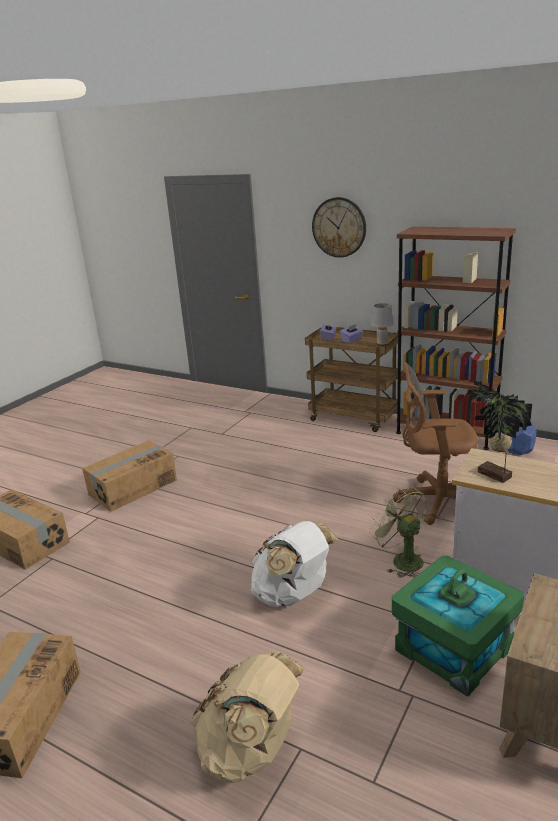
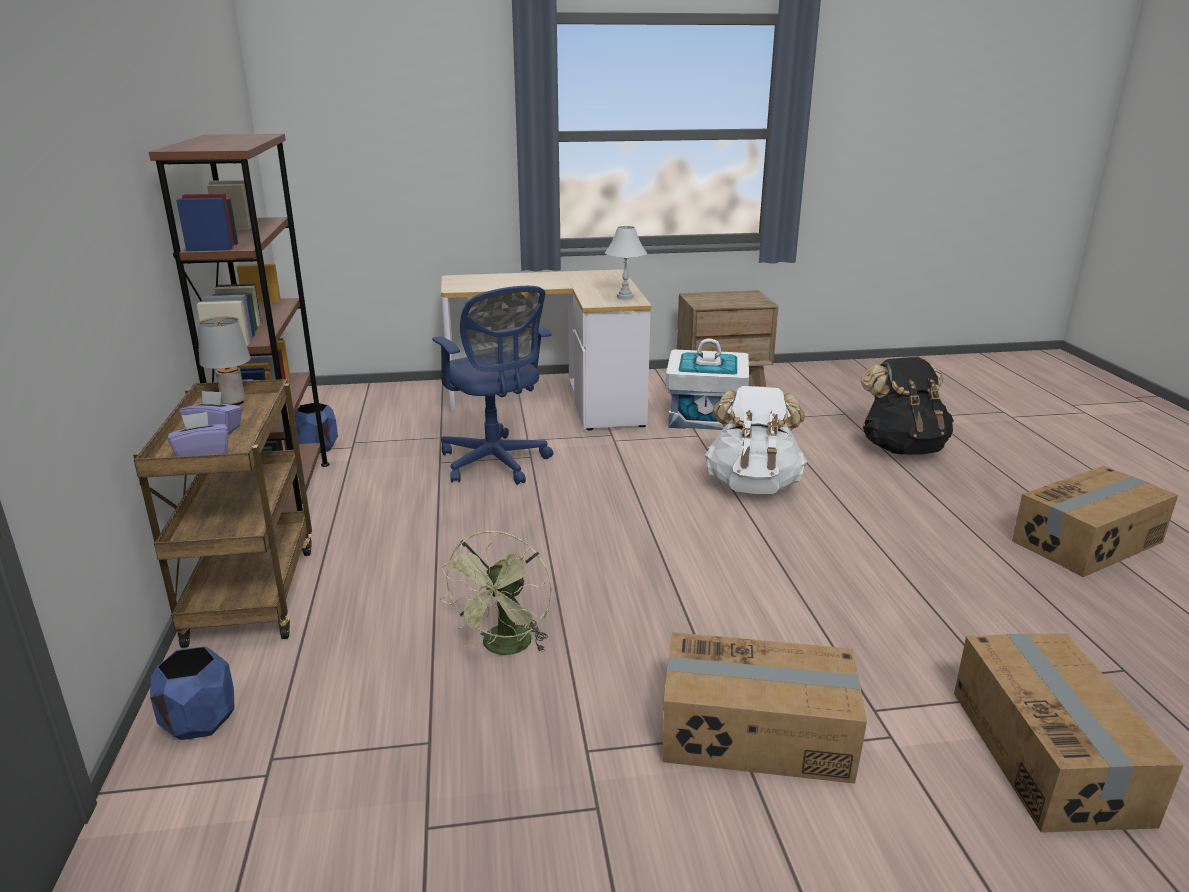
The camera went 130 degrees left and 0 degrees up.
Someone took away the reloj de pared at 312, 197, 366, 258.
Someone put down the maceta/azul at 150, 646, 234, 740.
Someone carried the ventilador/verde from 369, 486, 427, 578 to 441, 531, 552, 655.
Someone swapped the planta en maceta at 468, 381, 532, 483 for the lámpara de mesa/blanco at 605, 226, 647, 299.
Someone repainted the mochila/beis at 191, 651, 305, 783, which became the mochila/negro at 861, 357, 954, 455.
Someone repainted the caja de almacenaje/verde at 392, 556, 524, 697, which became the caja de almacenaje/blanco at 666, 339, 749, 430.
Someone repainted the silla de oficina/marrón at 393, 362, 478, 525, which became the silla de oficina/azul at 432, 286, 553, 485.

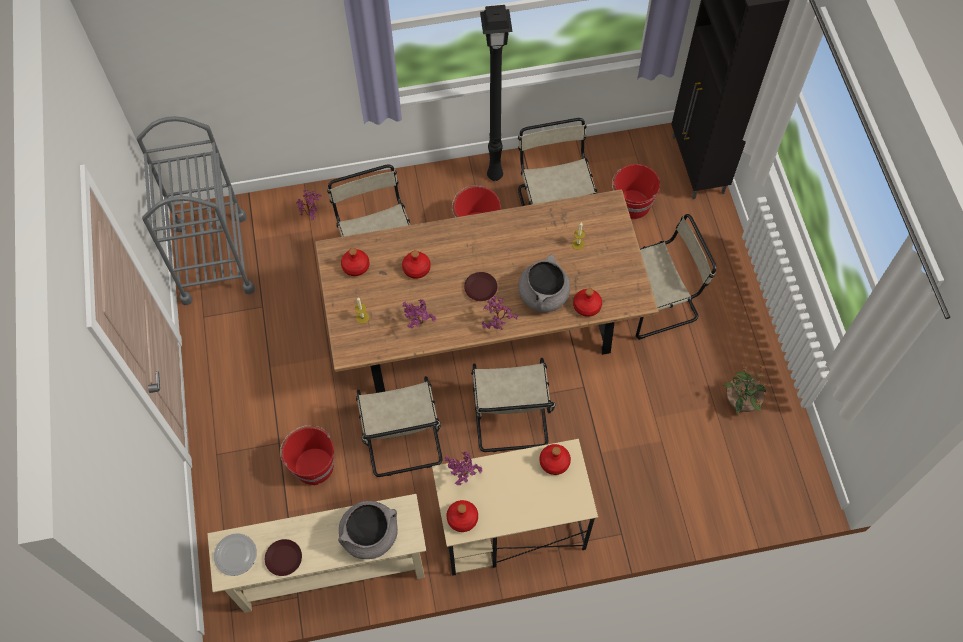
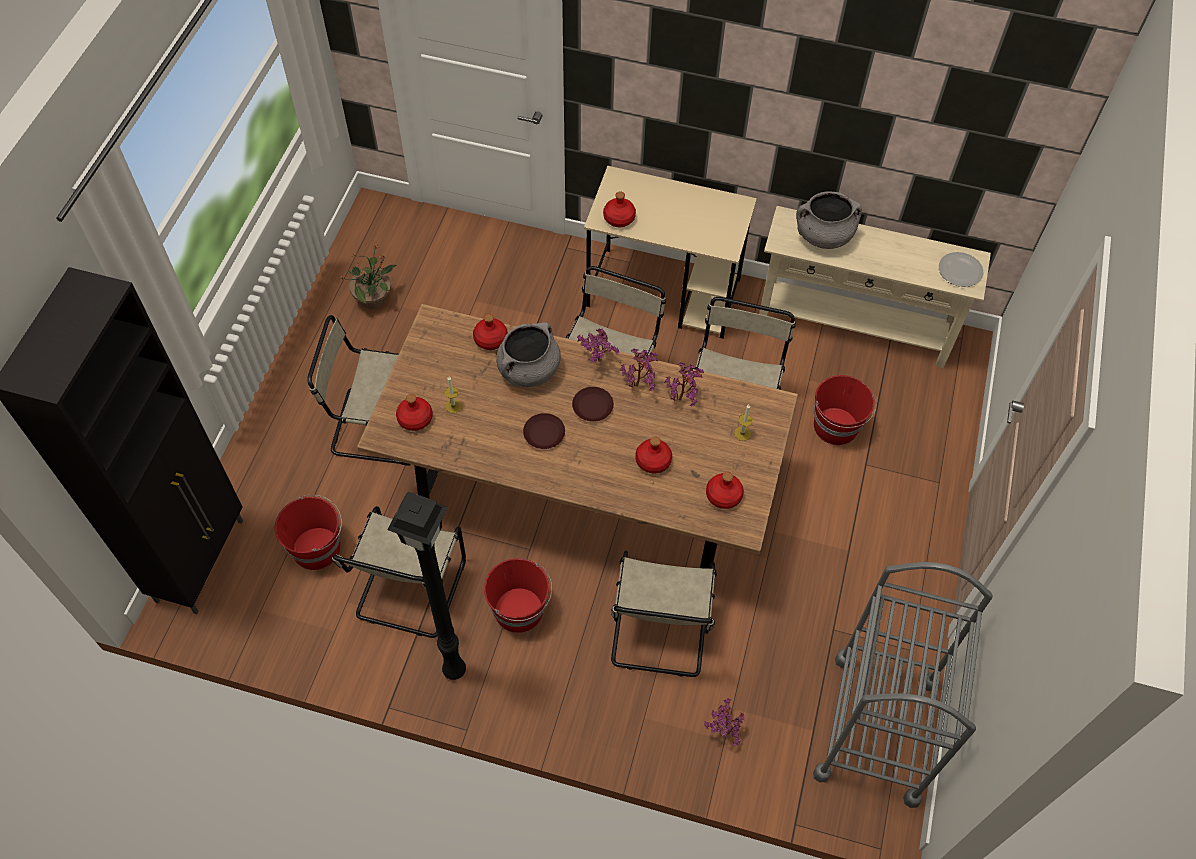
The camera went 155 degrees left and 5 degrees down.
Someone carried the plato/marrón from 265, 539, 302, 576 to 523, 413, 565, 449.
Someone carried the planta en maceta from 445, 451, 482, 485 to 619, 349, 658, 391.
Someone carried the botella/rojo from 447, 500, 478, 532 to 396, 394, 433, 431.

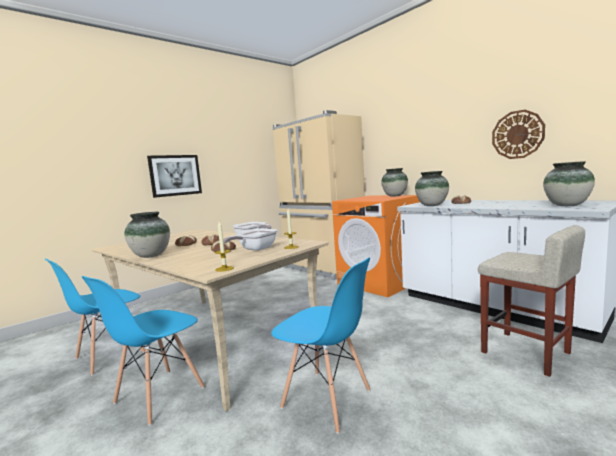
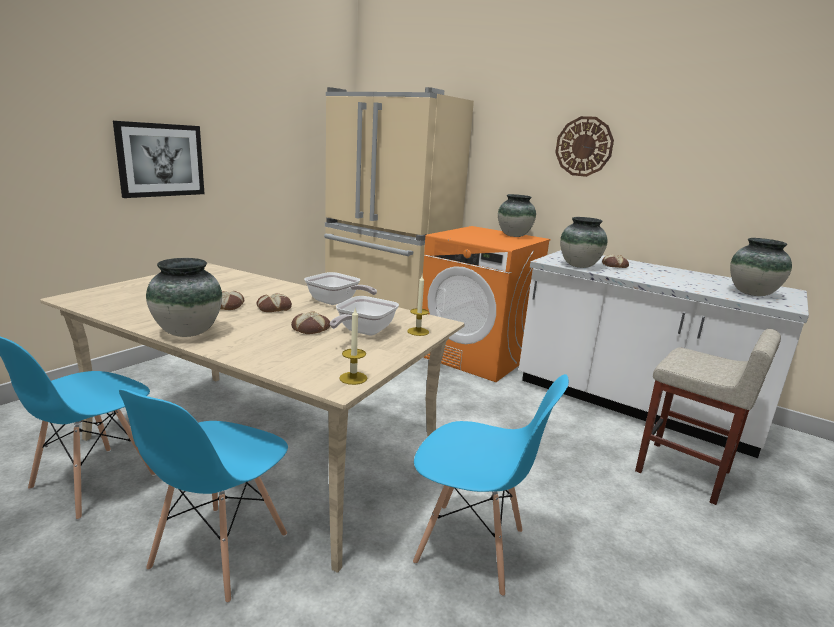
The camera went 15 degrees left and 10 degrees up.
Someone carried the reloj de pared from 492, 110, 545, 159 to 555, 116, 614, 177.

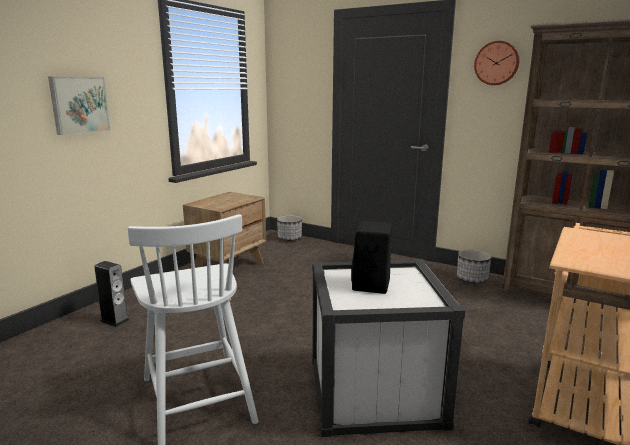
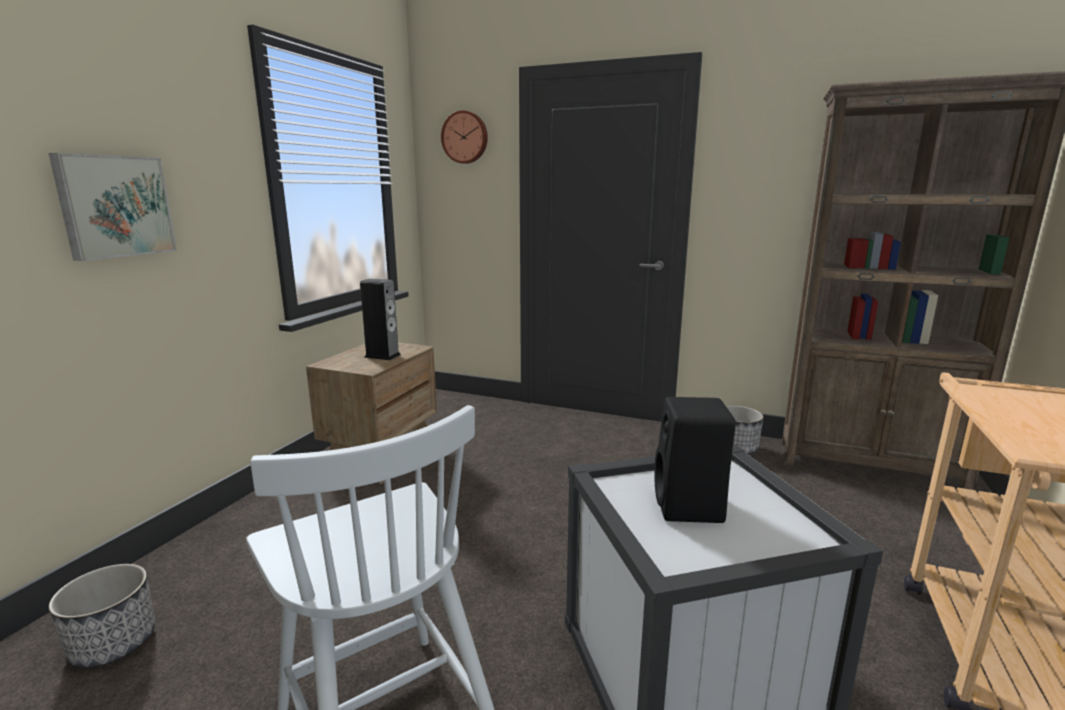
The camera went 10 degrees left and 0 degrees up.
Someone carried the altavoz from 94, 261, 129, 327 to 360, 279, 401, 360.
Someone carried the maceta from 277, 215, 302, 241 to 49, 564, 156, 668.
Someone carried the reloj de pared from 474, 41, 520, 85 to 441, 110, 488, 164.

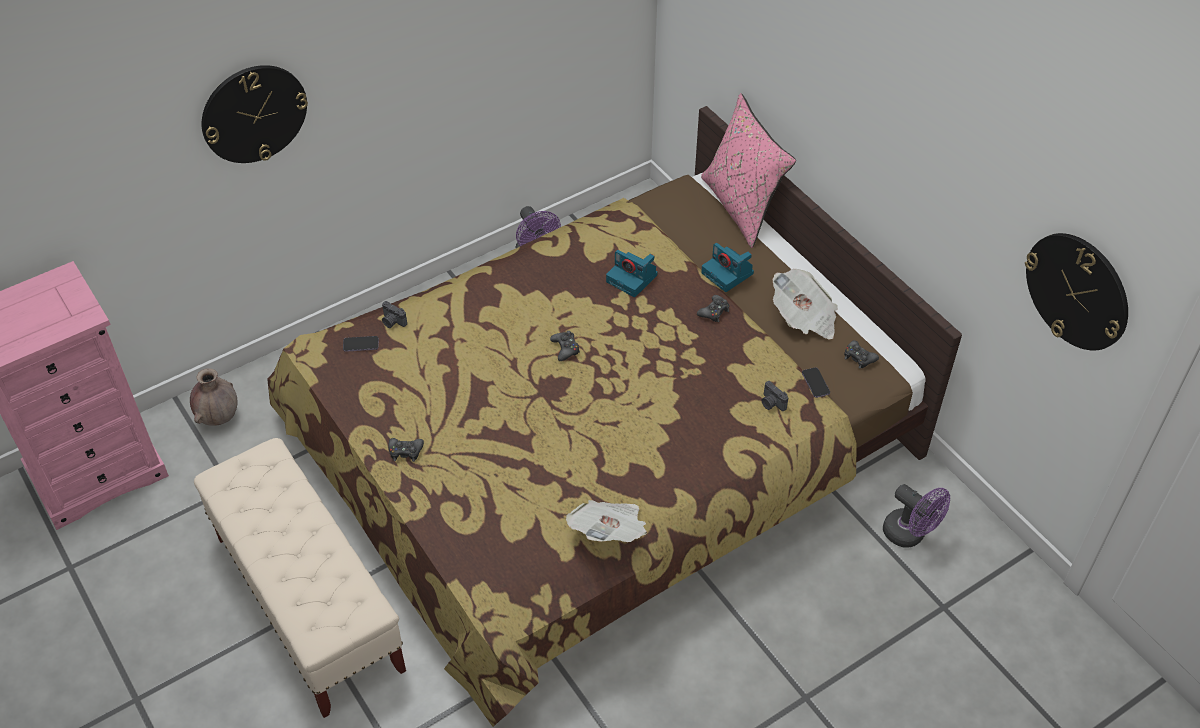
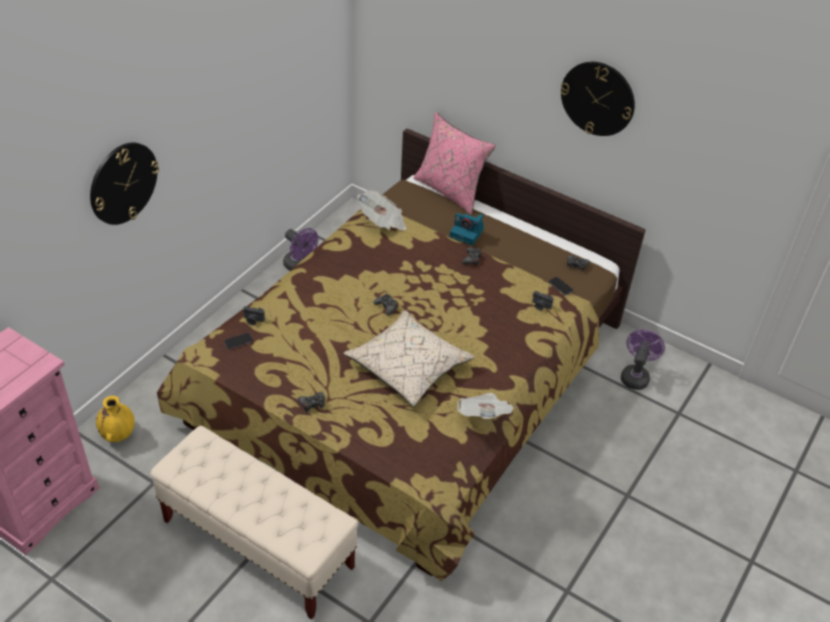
The camera went 25 degrees left and 5 degrees down.
Someone took away the cámara at 606, 250, 658, 297.
Someone put down the cojín/beis at 343, 310, 475, 407.
Someone carried the periódico from 773, 269, 838, 339 to 357, 191, 406, 230.
Someone carried the reloj de pared from 1025, 233, 1128, 351 to 560, 62, 635, 136.
Someone repainted the florero/marrón at 190, 368, 238, 426, which became the florero/amarillo at 96, 396, 135, 442.
Someone rotated the ventilador/morado at 883, 484, 950, 548 by 90 degrees counterclockwise.

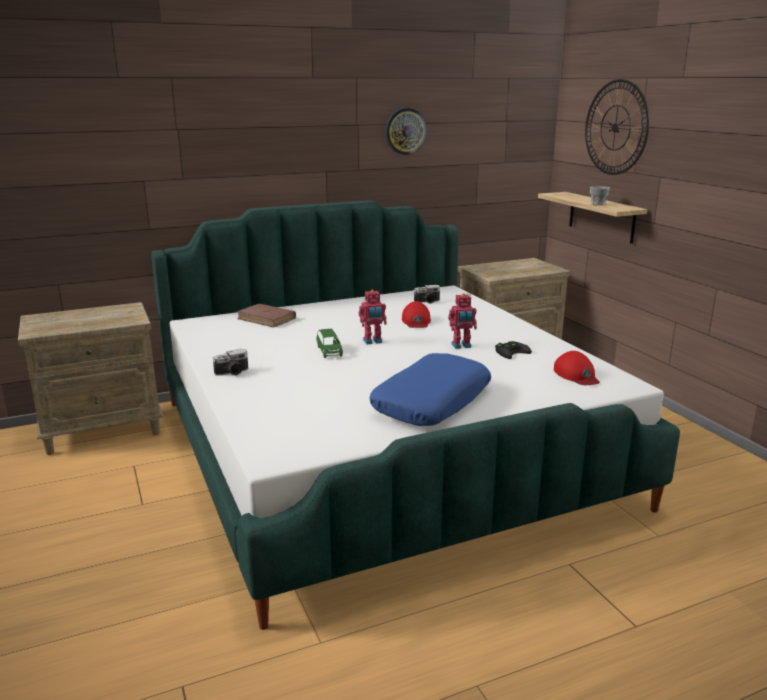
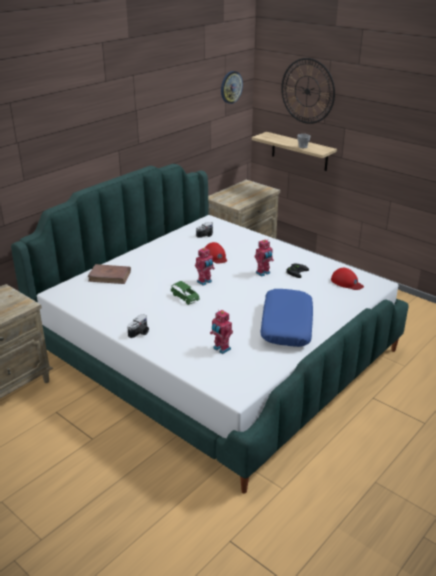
The camera went 25 degrees left and 10 degrees up.
Someone put down the robot de juguete at 210, 310, 233, 354.
Someone carried the reloj de pared from 385, 108, 427, 155 to 221, 71, 243, 104.

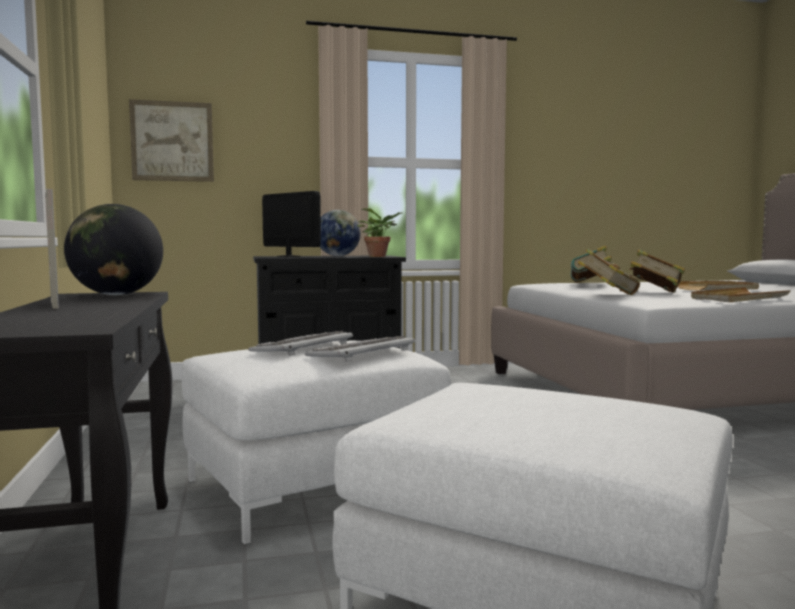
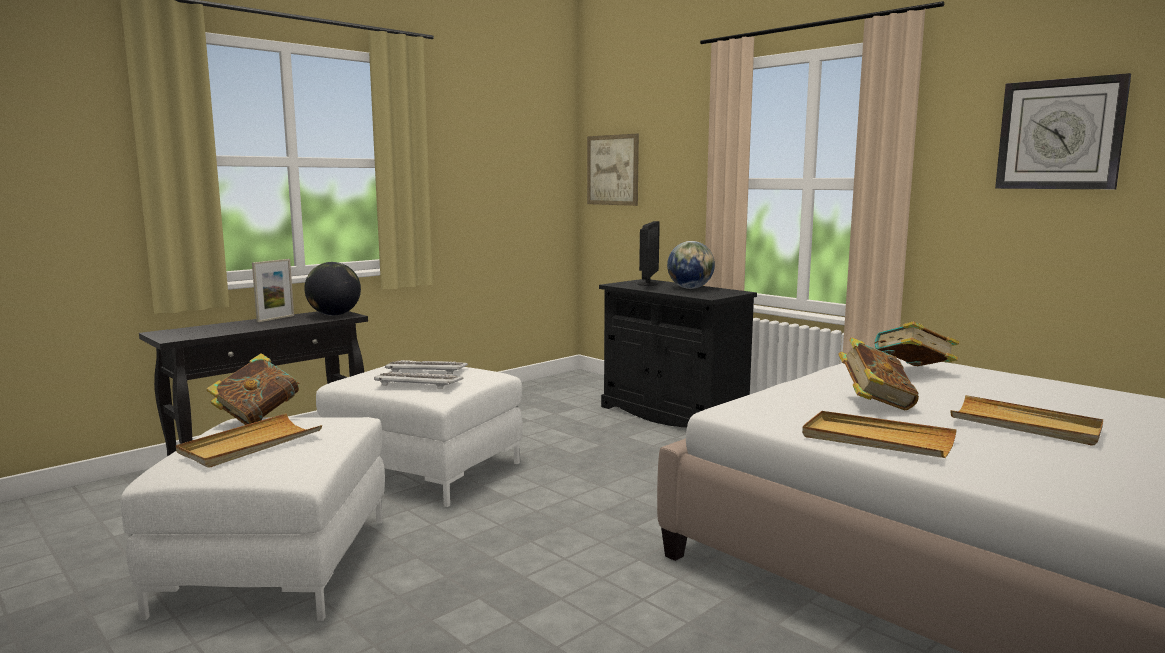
The camera went 60 degrees right and 5 degrees up.
Someone took away the planta en maceta at 357, 208, 402, 257.
Someone put down the bandeja/beis at 176, 413, 322, 468.
Someone put up the reloj de pared at 995, 73, 1131, 189.
Someone carried the libro from 578, 249, 640, 295 to 206, 353, 300, 425.

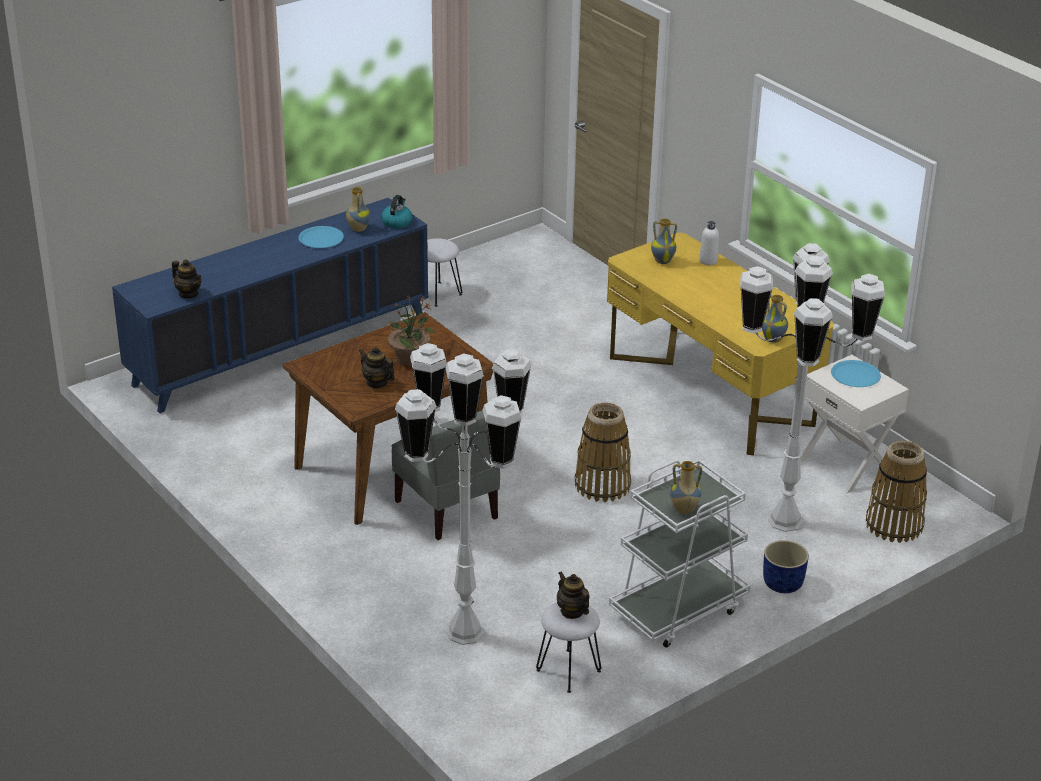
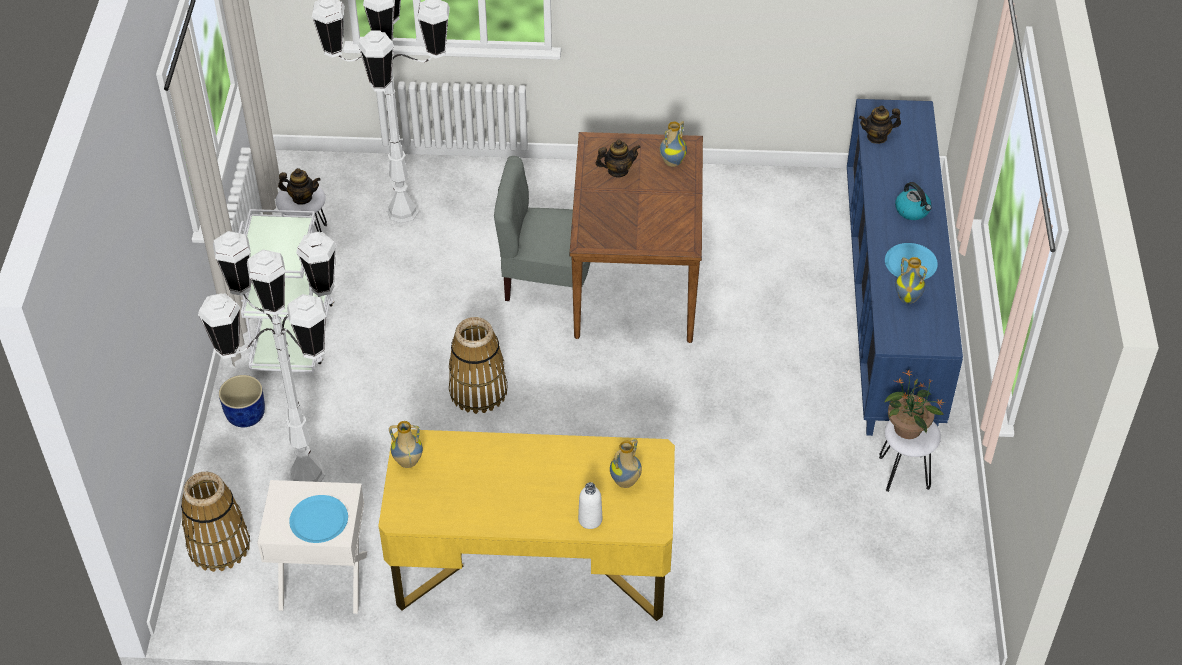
The camera went 130 degrees right and 15 degrees up.
Someone carried the hervidor from 381, 195, 412, 229 to 895, 182, 932, 220.
Someone carried the planta en maceta from 387, 296, 435, 366 to 884, 369, 945, 439.
Someone carried the florero from 670, 461, 702, 514 to 660, 121, 687, 167.

